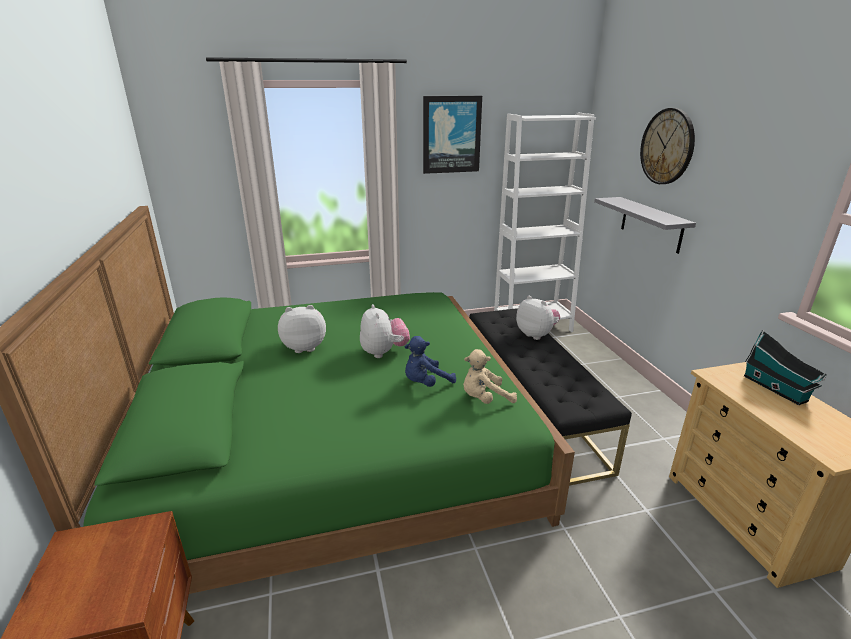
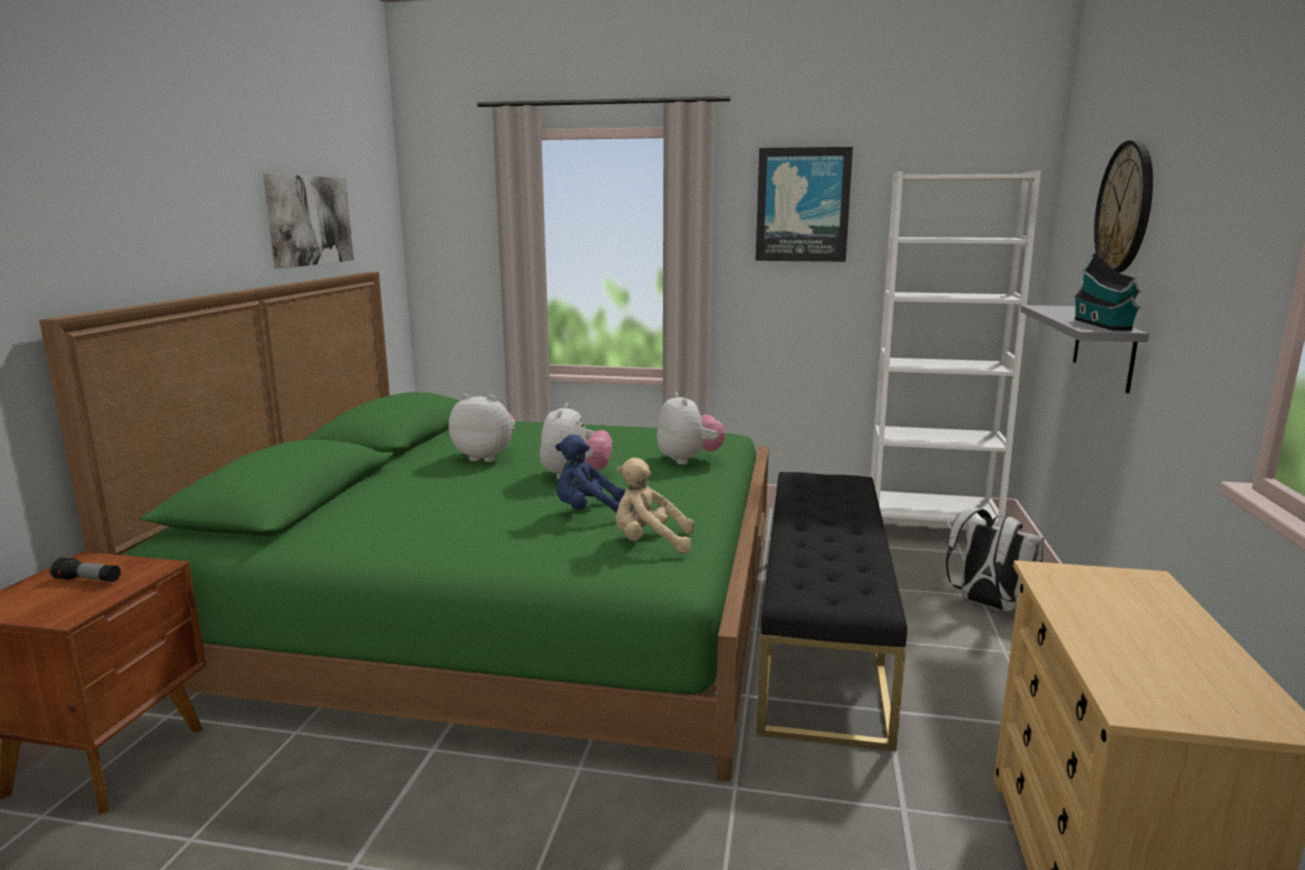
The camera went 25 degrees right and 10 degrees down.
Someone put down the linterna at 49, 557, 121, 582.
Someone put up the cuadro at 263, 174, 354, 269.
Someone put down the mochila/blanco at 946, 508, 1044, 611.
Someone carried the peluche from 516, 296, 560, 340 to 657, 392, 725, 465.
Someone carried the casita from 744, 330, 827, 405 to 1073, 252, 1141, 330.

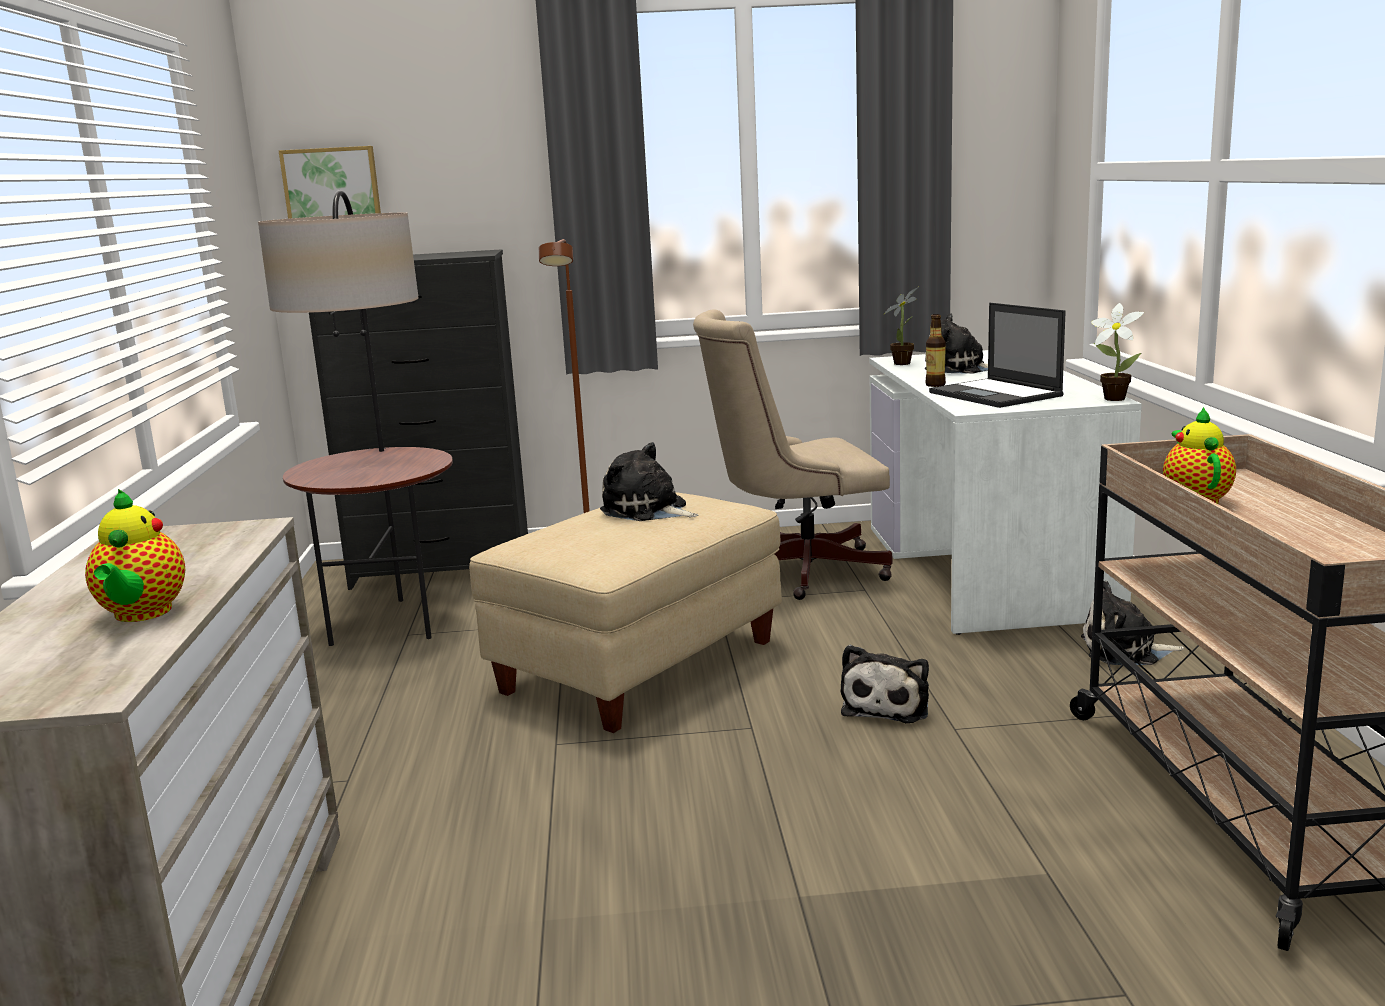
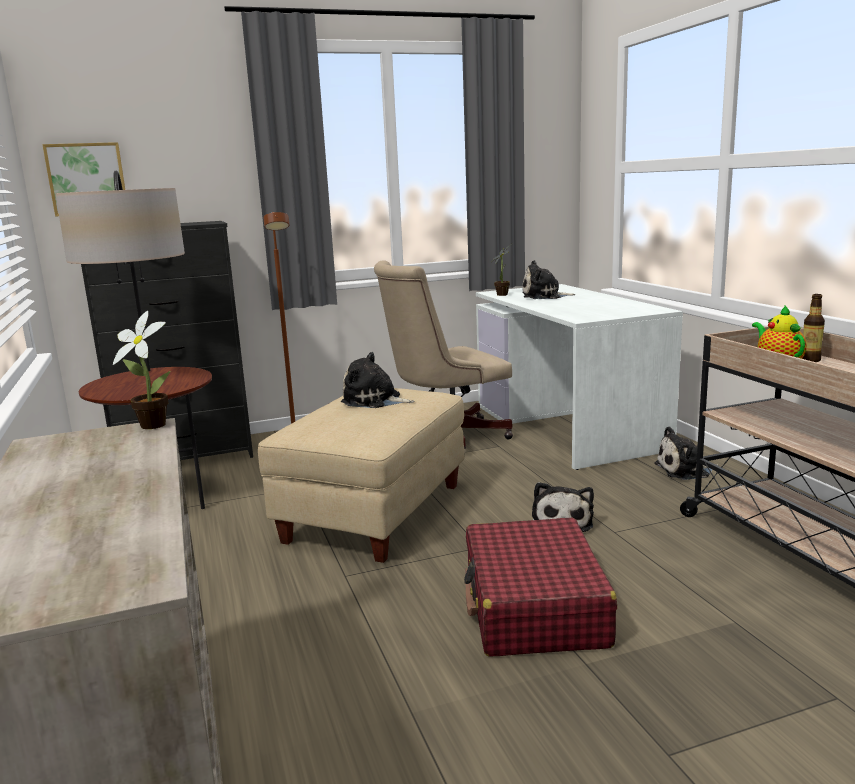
The camera went 15 degrees left and 0 degrees up.
Someone took away the tetera at 85, 489, 185, 622.
Someone took away the portátil at 929, 303, 1066, 408.
Someone put down the maleta/rojo at 464, 518, 617, 657.
Someone carried the botella from 926, 314, 946, 387 to 802, 294, 825, 362.
Someone carried the planta en maceta from 1091, 303, 1144, 401 to 113, 311, 171, 429.

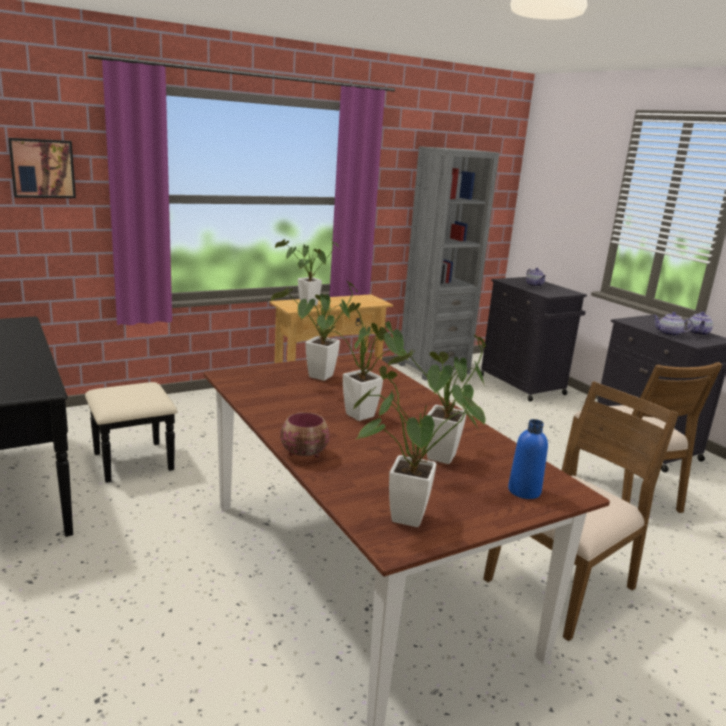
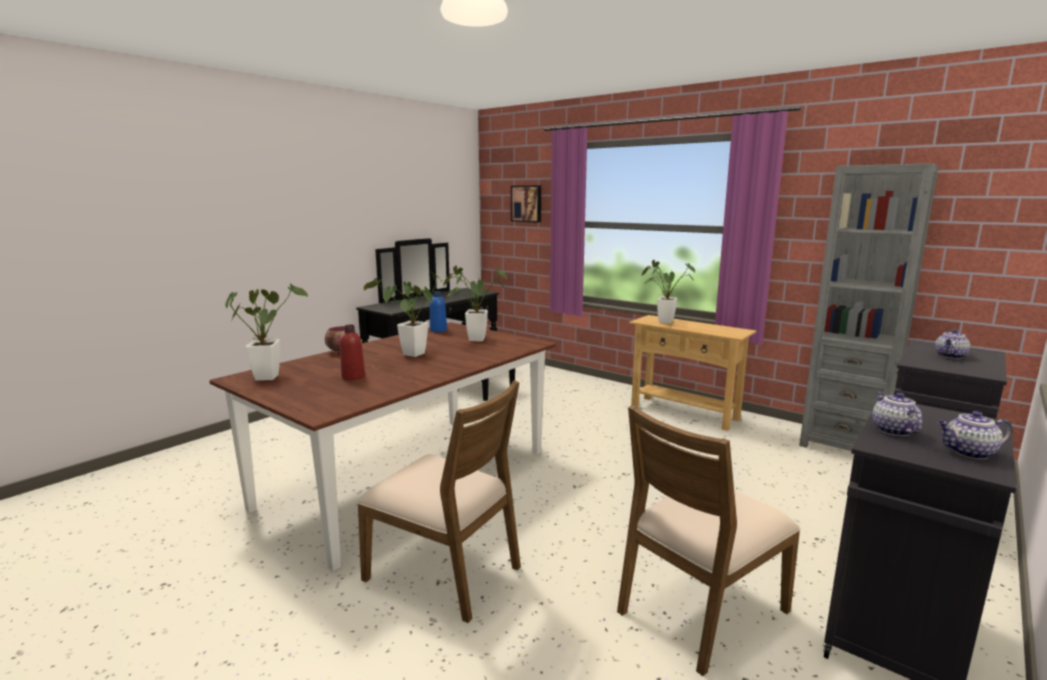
The camera went 70 degrees right and 5 degrees down.
Someone carried the botella/azul from 508, 419, 548, 499 to 430, 291, 447, 332.
Someone swapped the planta en maceta at 388, 334, 486, 464 for the botella/rojo at 340, 325, 365, 380.

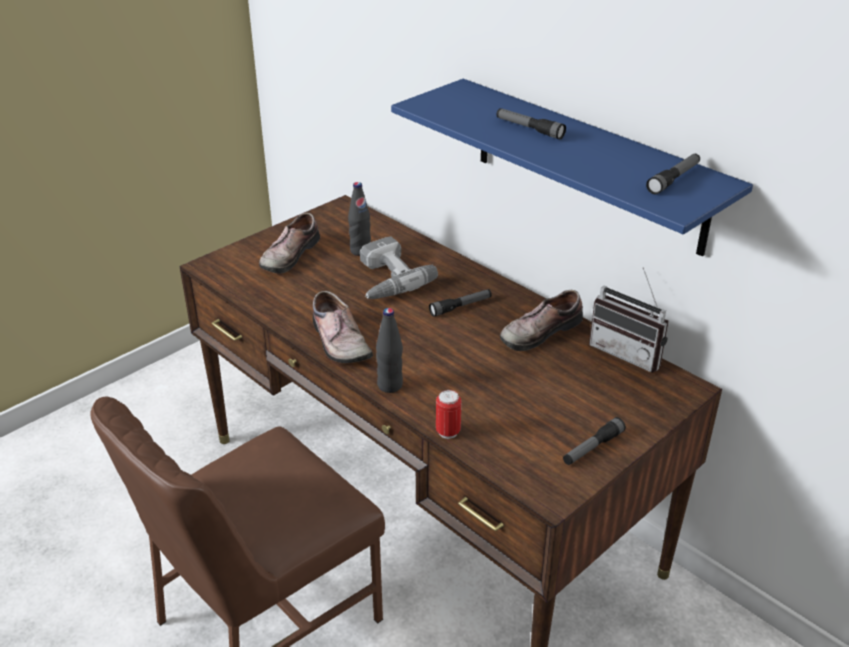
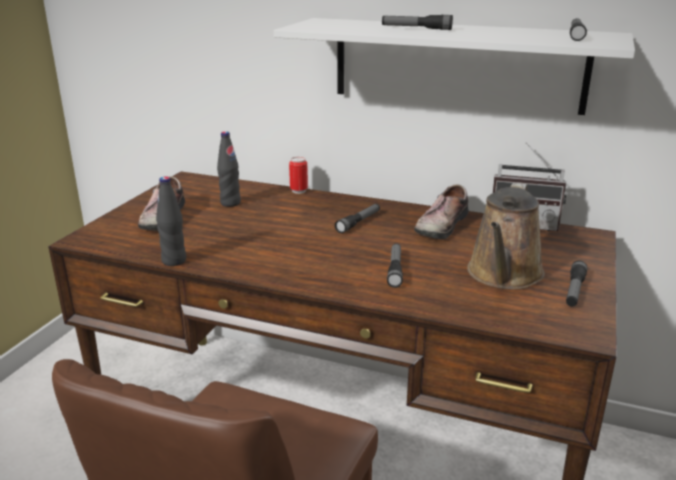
The camera went 25 degrees left and 10 degrees down.
Someone took away the zapato at 313, 291, 373, 363.
Someone took away the taladro at 360, 236, 438, 299.
Someone put down the linterna at 387, 243, 403, 288.
Someone put down the regadera/marrón at 467, 183, 545, 290.
Someone carried the botella/negro from 376, 308, 403, 393 to 156, 177, 186, 266.
Someone carried the lata from 436, 390, 462, 439 to 289, 157, 308, 194.
Someone repainted the estante/azul at 391, 79, 753, 257, which became the estante/blanco at 274, 18, 635, 115.

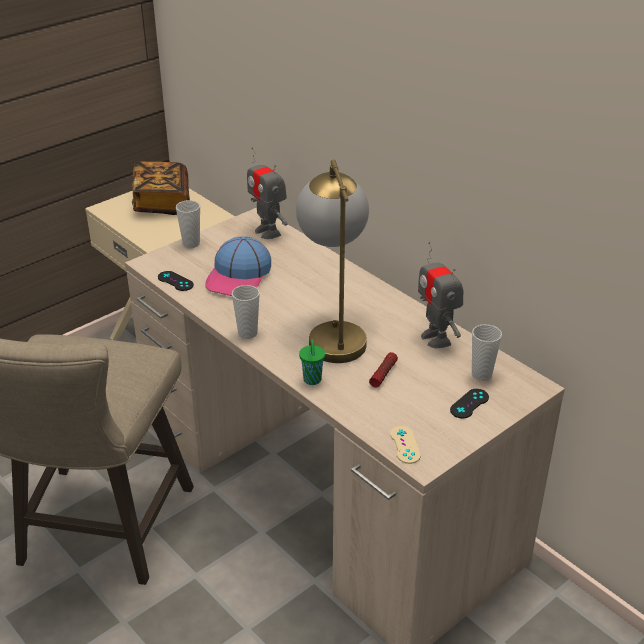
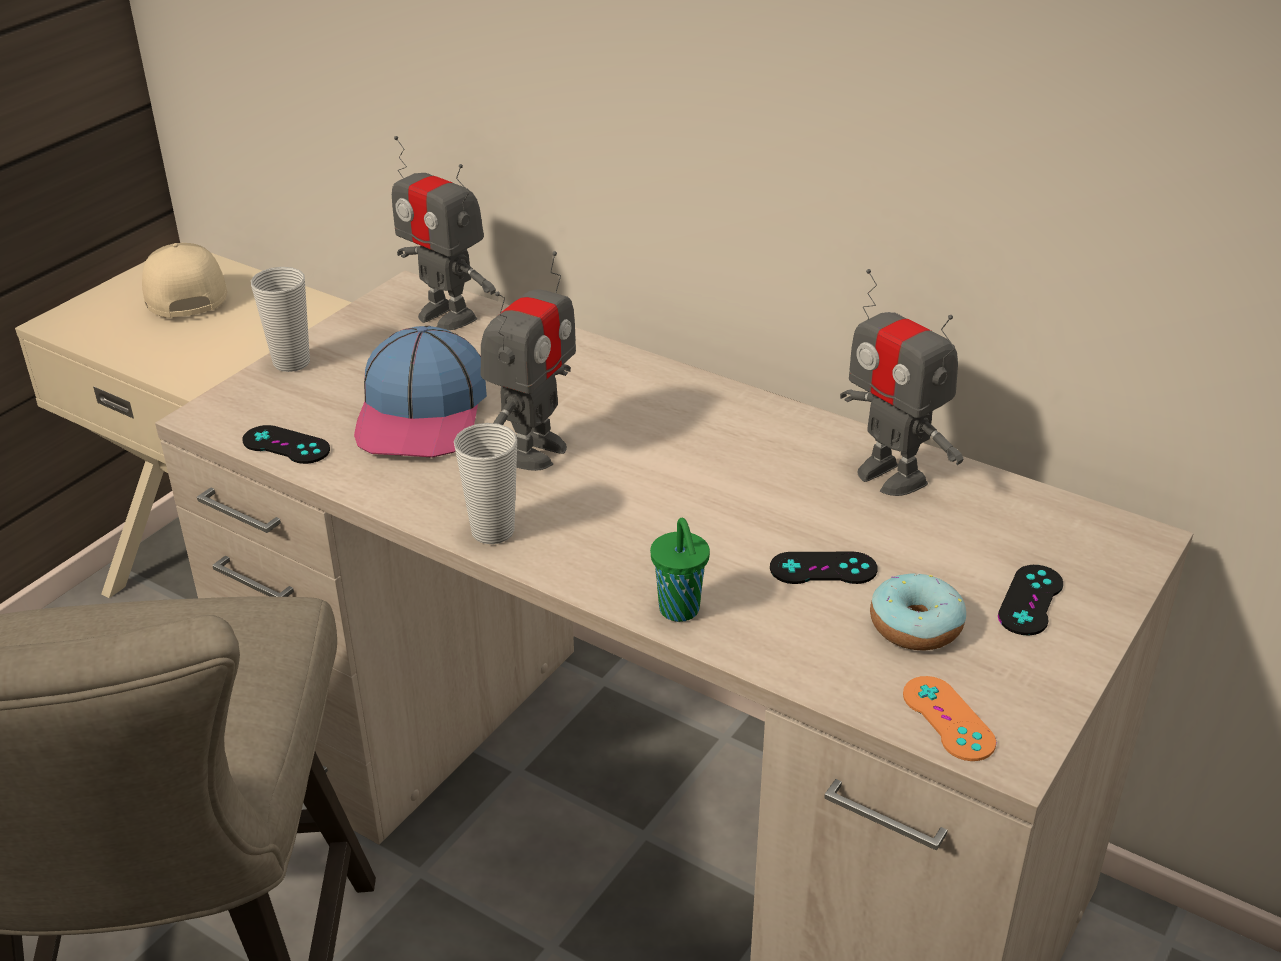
The camera went 15 degrees left and 0 degrees up.
Someone took away the lámpara de mesa at 296, 159, 369, 363.
Someone took away the taza at 472, 324, 502, 381.
Someone put down the robot de juguete at 481, 251, 576, 471.
Someone put down the rosquilla at 870, 573, 966, 650.
Someone swapped the libro at 132, 161, 190, 215 for the gorra/beis at 142, 243, 227, 318.
Someone swapped the linterna at 369, 352, 398, 388 for the mando de consola/negro at 770, 552, 877, 584.
Someone repainted the mando de consola/beis at 390, 426, 421, 464, which became the mando de consola/naranja at 903, 676, 996, 761.

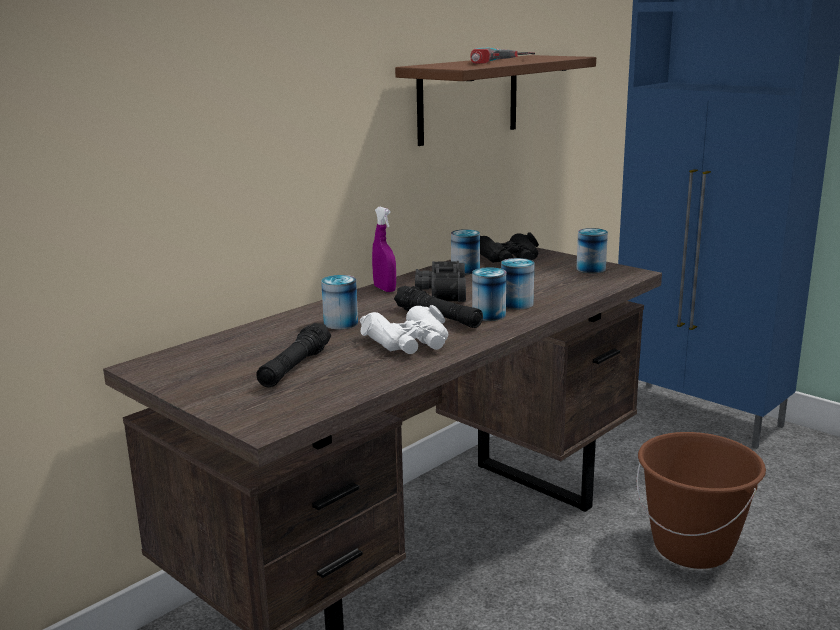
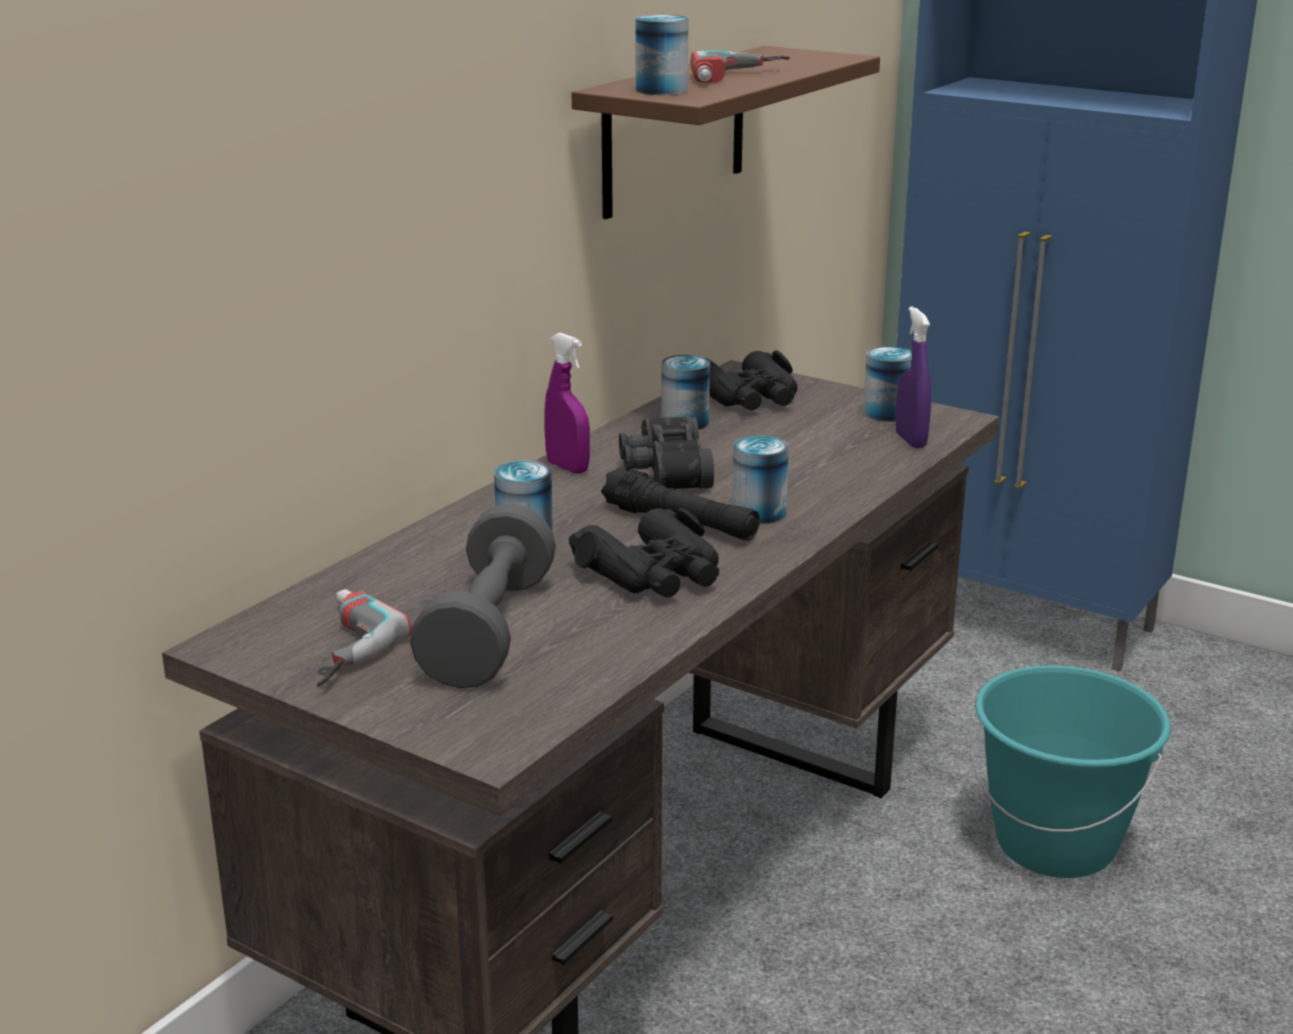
The camera went 10 degrees left and 5 degrees up.
Someone put down the taladro at 316, 589, 412, 687.
Someone put down the pulverizador/morado at 895, 306, 931, 448.
Someone carried the lata from 501, 258, 535, 309 to 636, 15, 688, 95.
Someone swapped the linterna/negro at 256, 323, 331, 387 for the mancuerna/gris at 410, 503, 556, 688.
Someone repainted the prismáticos/blanco at 360, 305, 448, 354, which became the prismáticos/negro at 569, 508, 719, 598.
Someone repainted the cubo/marrón at 637, 432, 766, 569, which became the cubo/turquesa at 970, 665, 1171, 878.

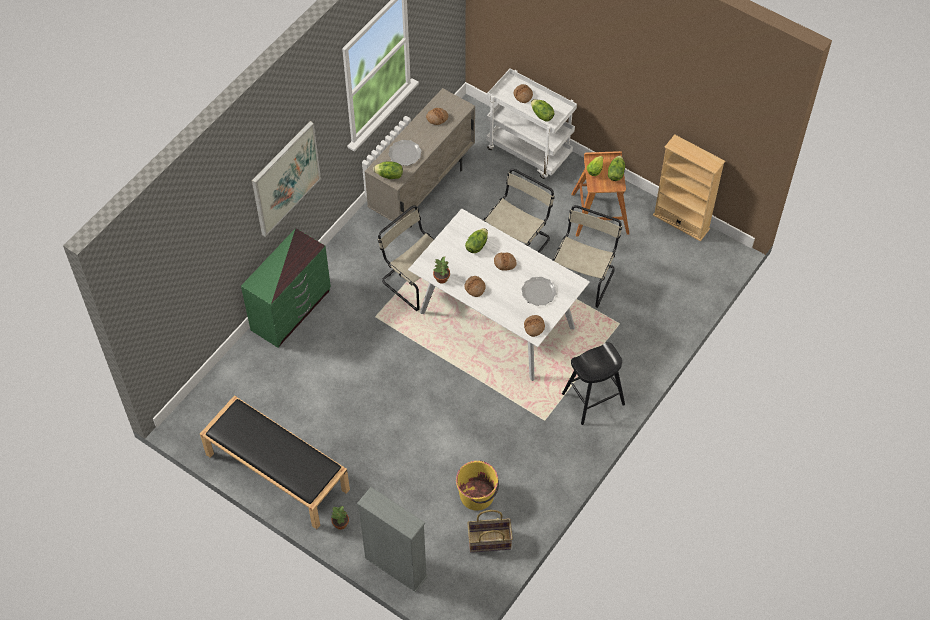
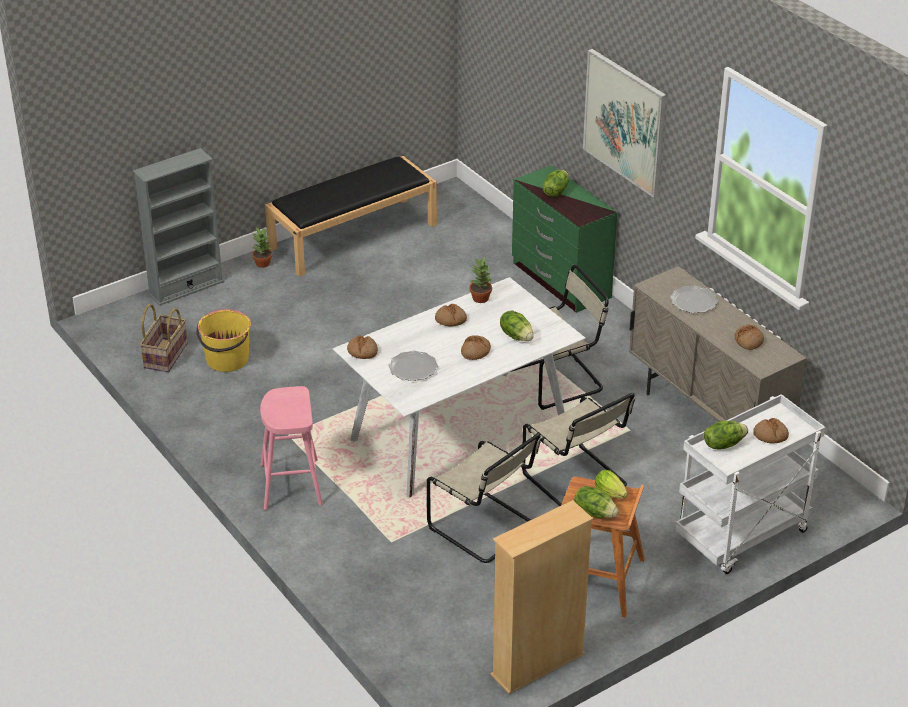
The camera went 110 degrees right and 20 degrees down.
Someone carried the lechuga from 373, 161, 403, 179 to 543, 170, 569, 197.
Someone repainted the taburete/negro at 562, 342, 625, 425, which became the taburete/rosa at 260, 386, 323, 510.

